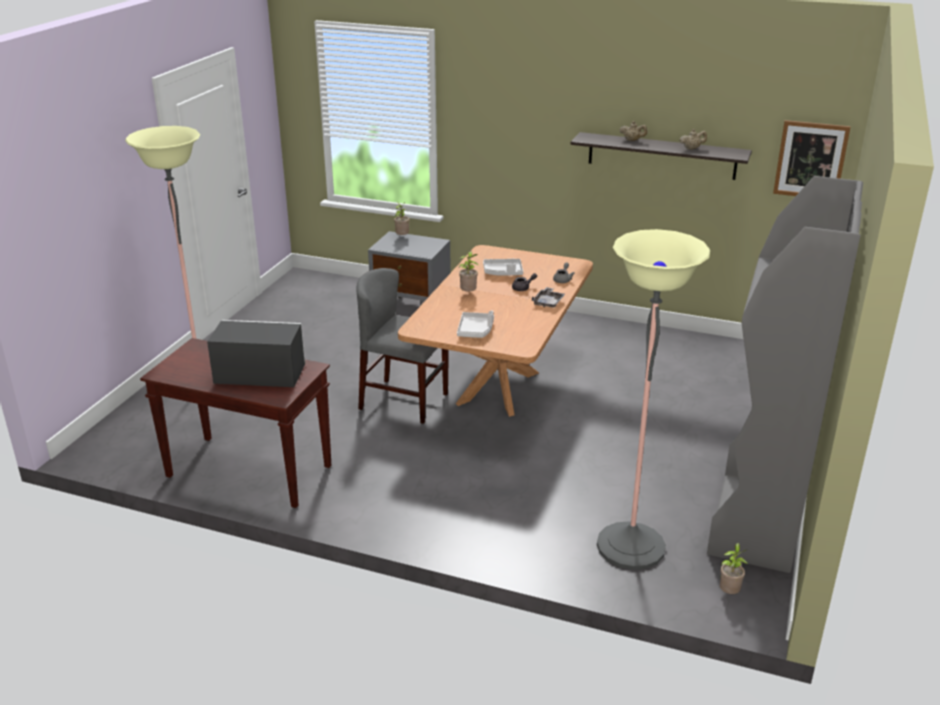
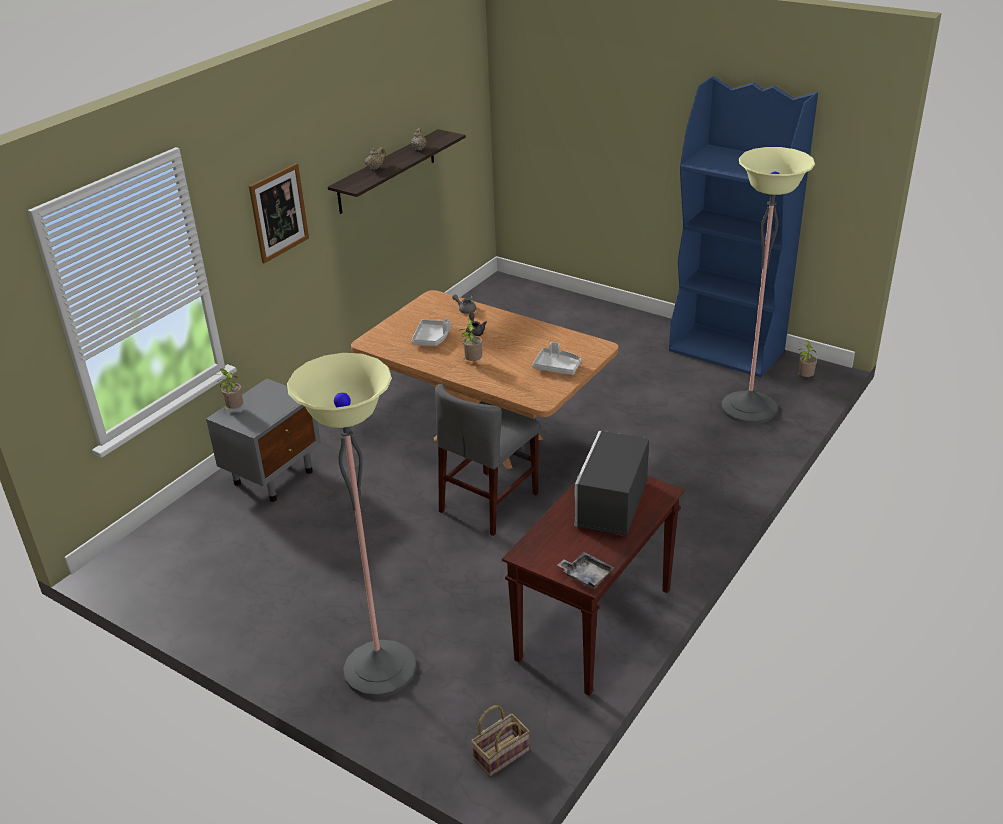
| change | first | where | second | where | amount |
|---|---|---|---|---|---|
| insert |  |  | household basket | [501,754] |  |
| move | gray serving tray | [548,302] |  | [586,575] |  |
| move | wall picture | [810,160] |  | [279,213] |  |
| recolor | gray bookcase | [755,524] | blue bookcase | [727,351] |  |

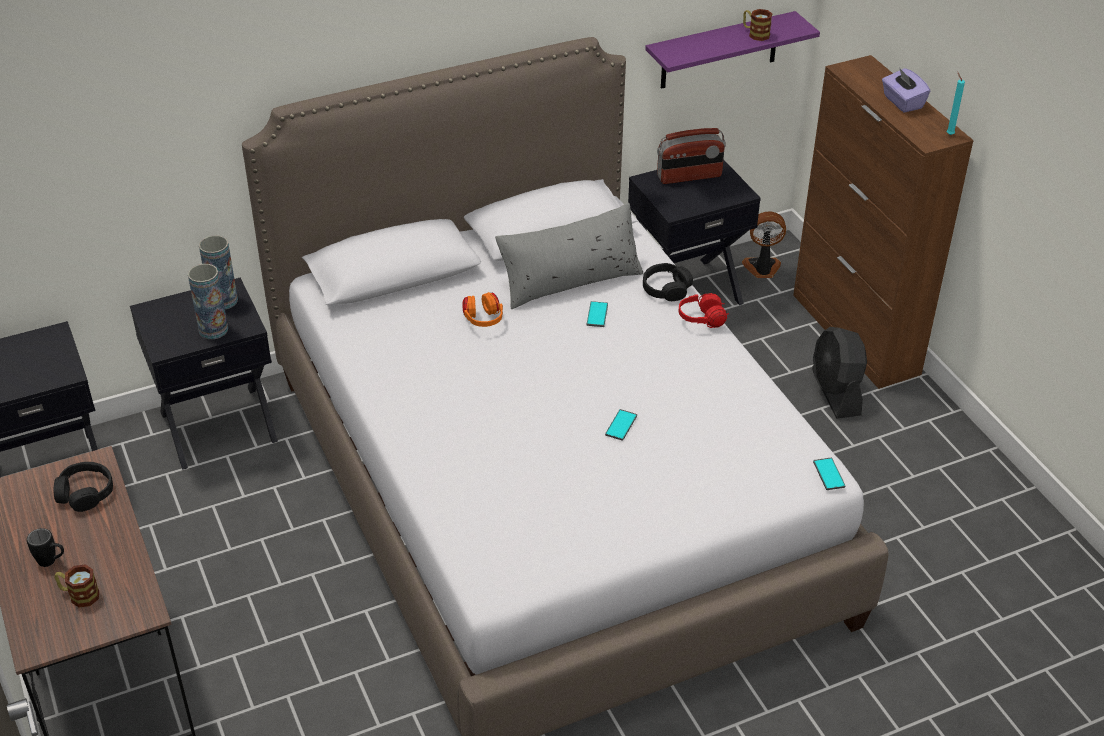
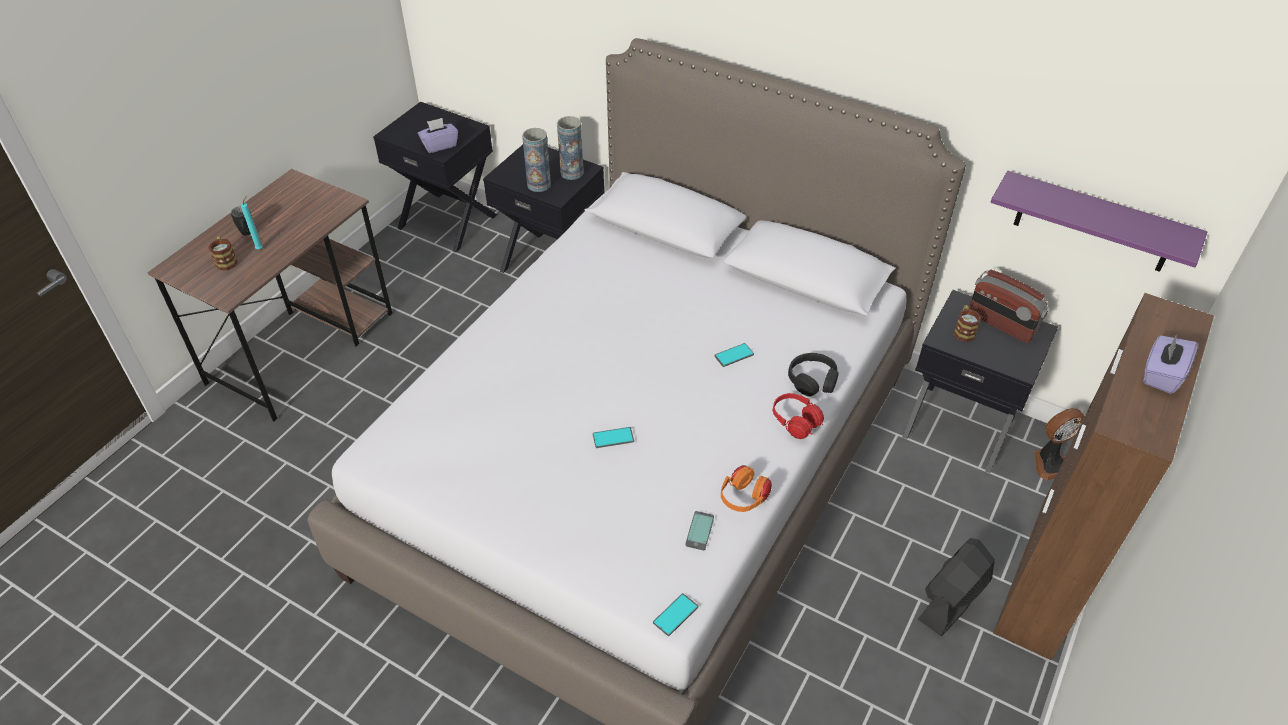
| change | first | where | second | where | amount |
|---|---|---|---|---|---|
| delete | black-coloured headset | [85,493] |  |  |  |
| delete | gray pillow | [570,281] |  |  |  |
| insert |  |  | purplish tissue box | [439,145] |  |
| insert |  |  | phone | [700,531] |  |
| move | orangey headset | [483,321] |  | [744,498] |  |
| move | tea mug | [755,34] |  | [963,330] |  |
| move | turquoise-coloured candle | [949,134] |  | [260,248] |  |
| rotate | cooling fan | [762,269] |  | [1050,462] | 105 degrees clockwise |

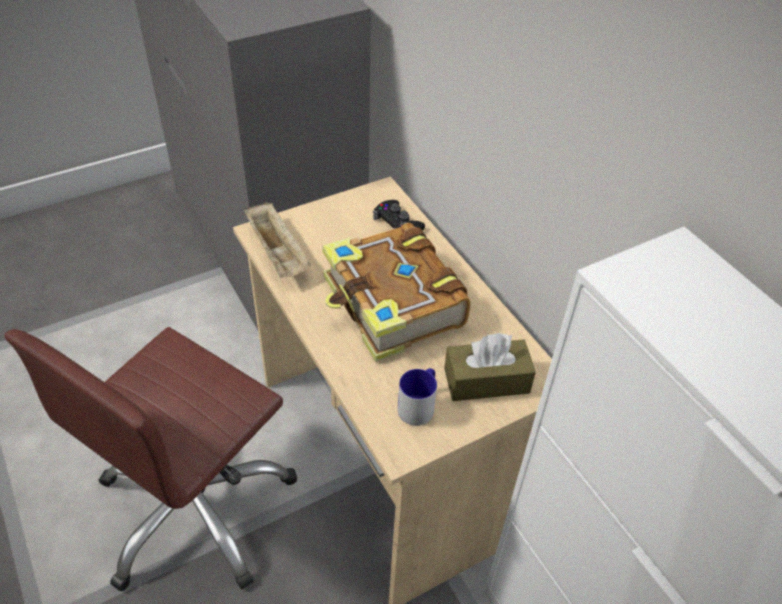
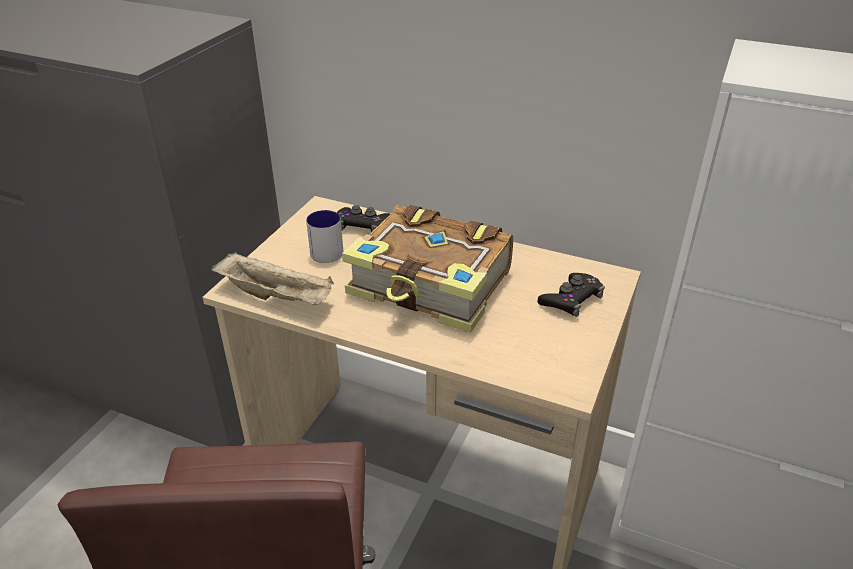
| change | first | where | second | where | amount |
|---|---|---|---|---|---|
| move | tea mug | [419,405] |  | [326,249] |  |
| replace | brown tissue box | [486,380] | black-coloured gamepad | [571,299] |  |

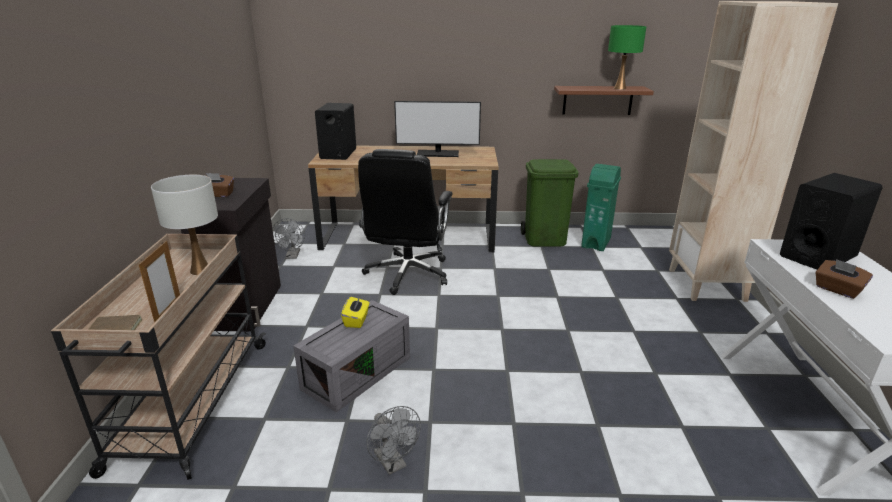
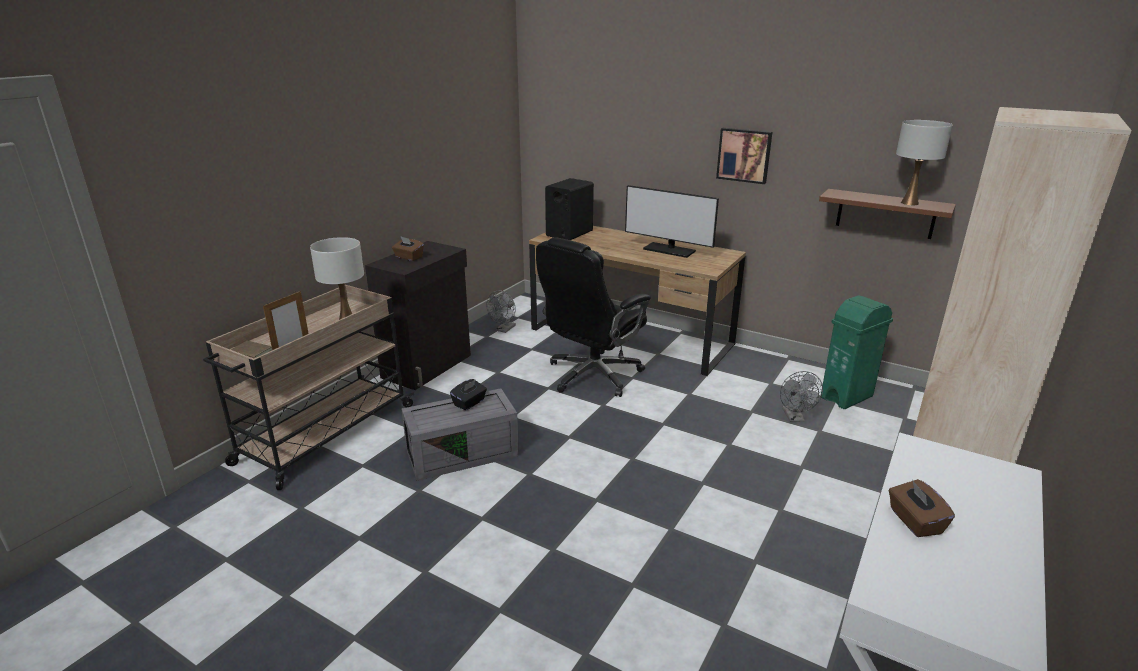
| change | first | where | second | where | amount |
|---|---|---|---|---|---|
| delete | green trash can | [545,239] |  |  |  |
| delete | black-coloured speaker | [817,256] |  |  |  |
| insert |  |  | wall picture | [744,155] |  |
| move | gray cooling fan | [393,464] |  | [795,418] |  |
| recolor | yellow-coloured tissue box | [356,320] | black-coloured tissue box | [469,403] |  |
| recolor | green tabletop lamp | [620,88] | white-coloured tabletop lamp | [909,203] |  |

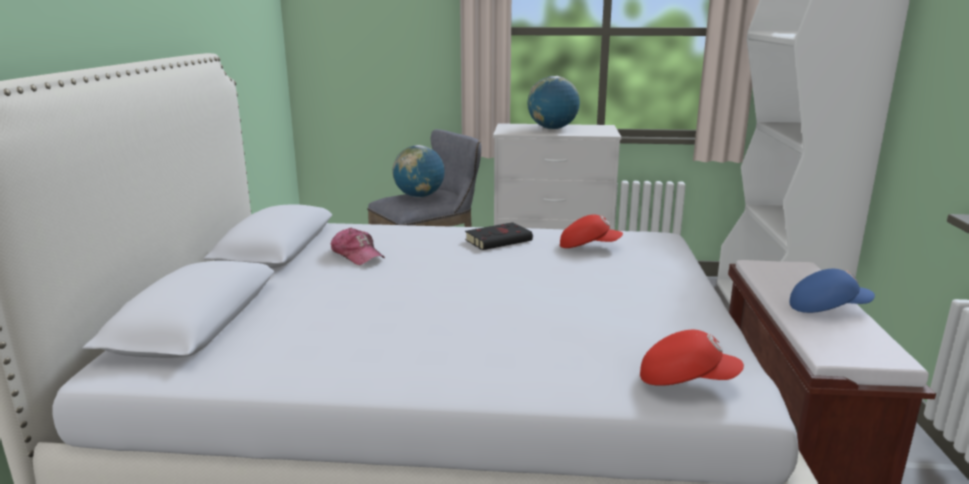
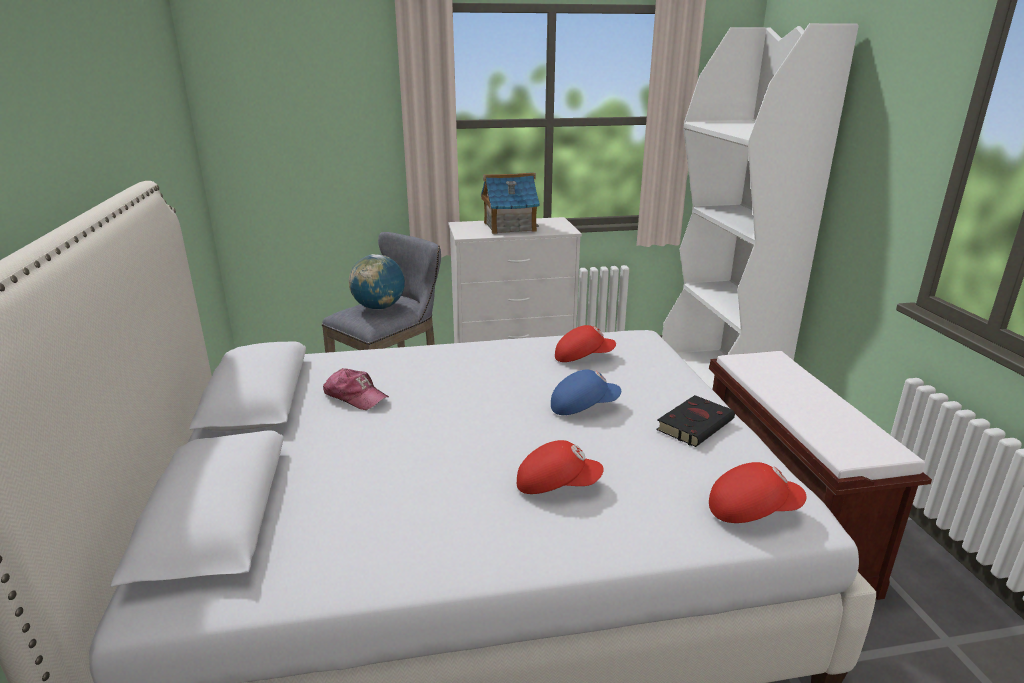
| change | first | where | second | where | amount |
|---|---|---|---|---|---|
| insert |  |  | red cap | [556,484] |  |
| move | black-coloured book | [500,240] |  | [696,424] |  |
| move | blue cap | [827,308] |  | [583,406] |  |
| replace | world globe | [552,129] | toy house | [509,227] |  |

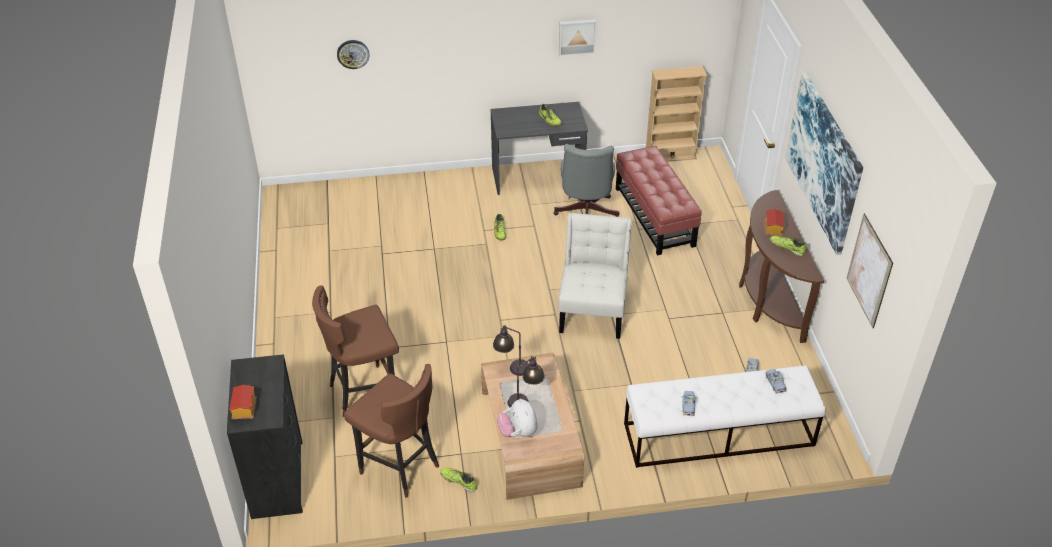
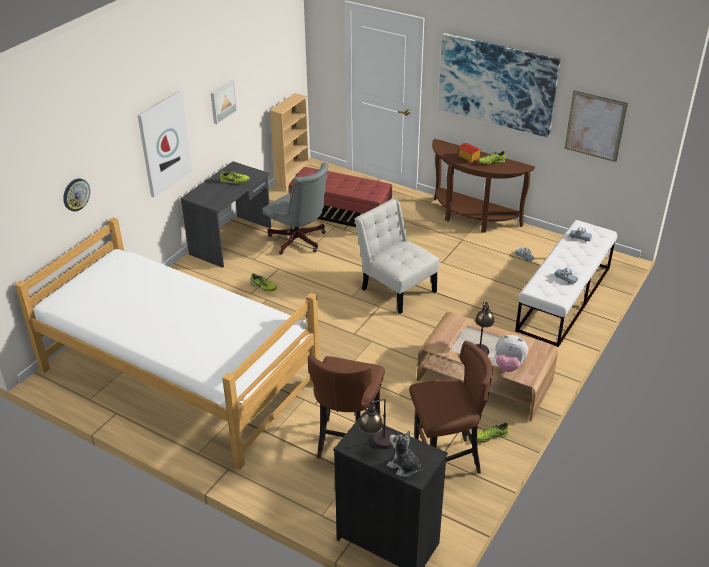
| change | first | where | second | where | amount |
|---|---|---|---|---|---|
| insert |  |  | bedroom bed | [179,375] |  |
| insert |  |  | wall picture | [164,143] |  |
| move | tabletop lamp | [511,367] |  | [377,445] |  |
| replace | toy house | [244,409] | soft toy | [404,466] |  |

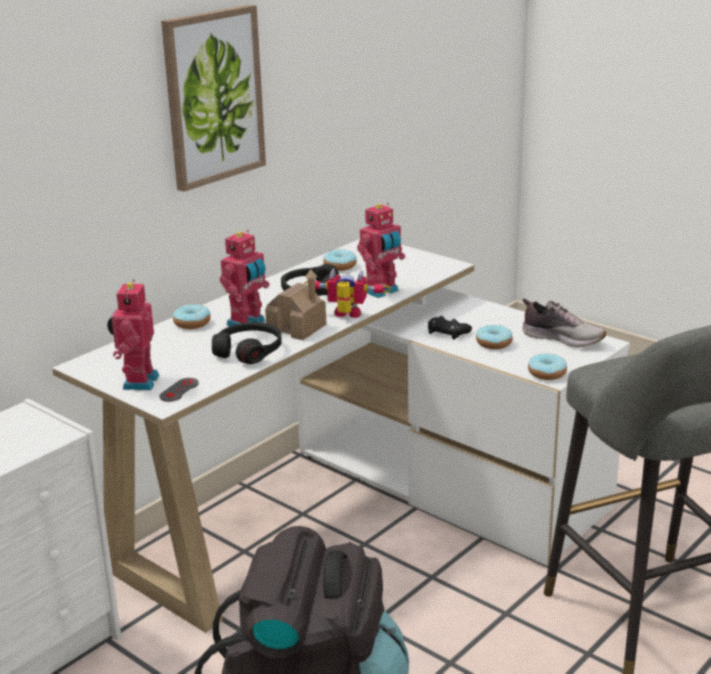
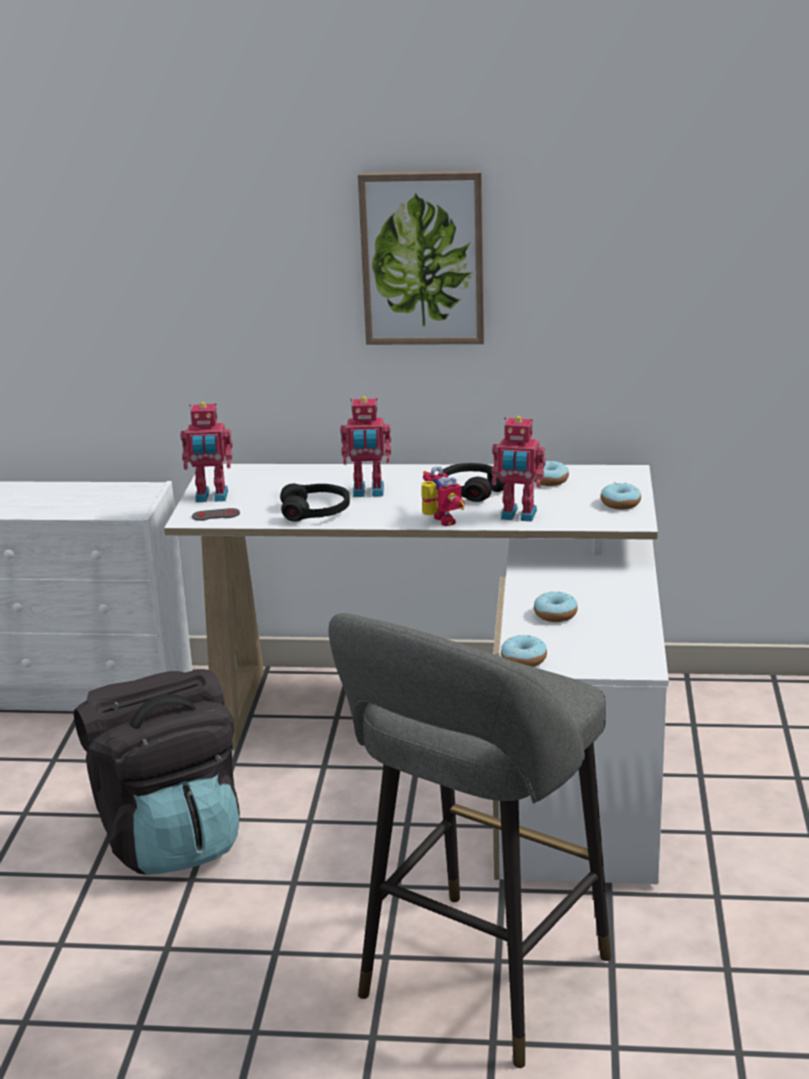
| change | first | where | second | where | amount |
|---|---|---|---|---|---|
| delete | toy house | [297,328] |  |  |  |
| delete | black-coloured gamepad | [448,332] |  |  |  |
| delete | shoe | [562,338] |  |  |  |
| move | doughnut | [192,323] |  | [620,503] |  |
| rotate | toy robot | [138,382] |  | [211,497] | 150 degrees counterclockwise |

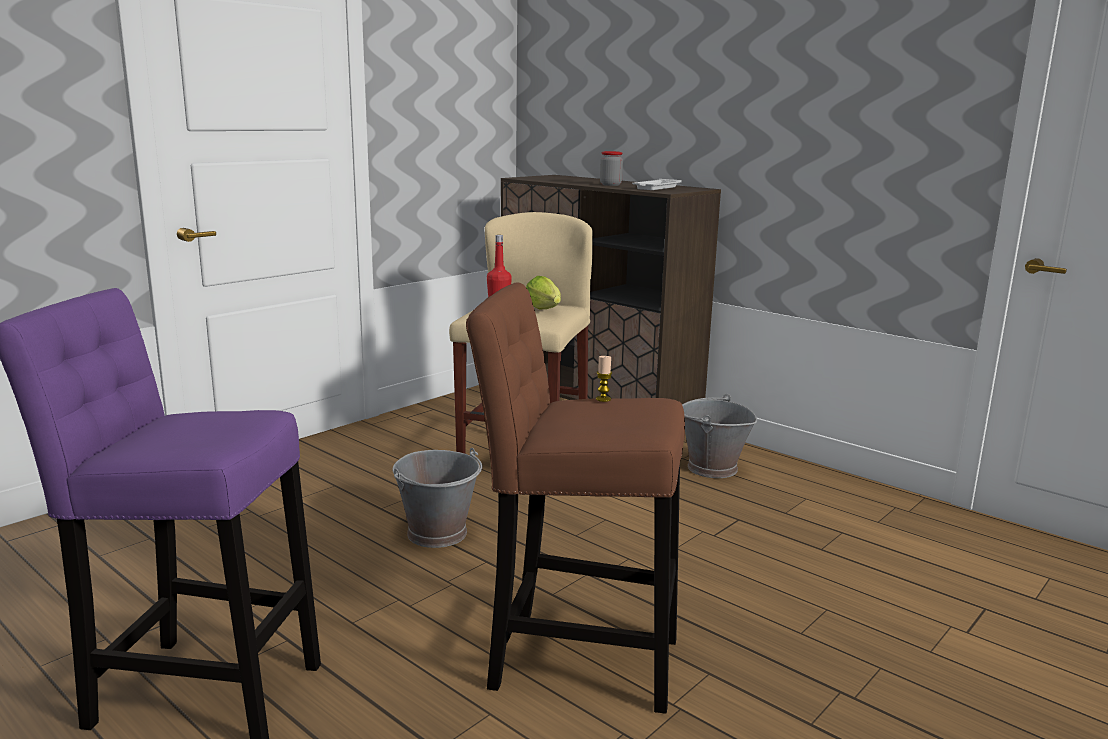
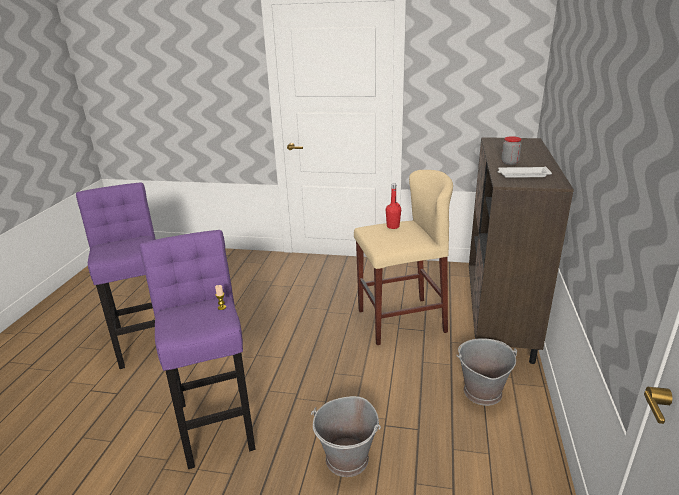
| change | first | where | second | where | amount |
|---|---|---|---|---|---|
| delete | head of lettuce | [545,310] |  |  |  |
| move | gray pail | [438,533] |  | [347,459] |  |
| recolor | brown sitting stool | [574,659] | purplish sitting stool | [216,420] |  |

